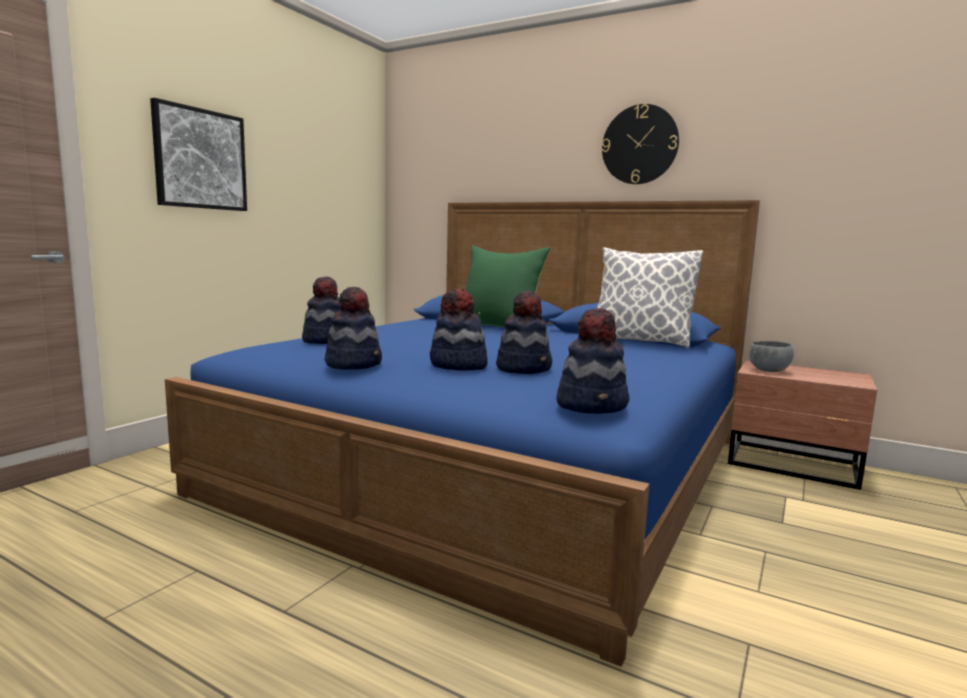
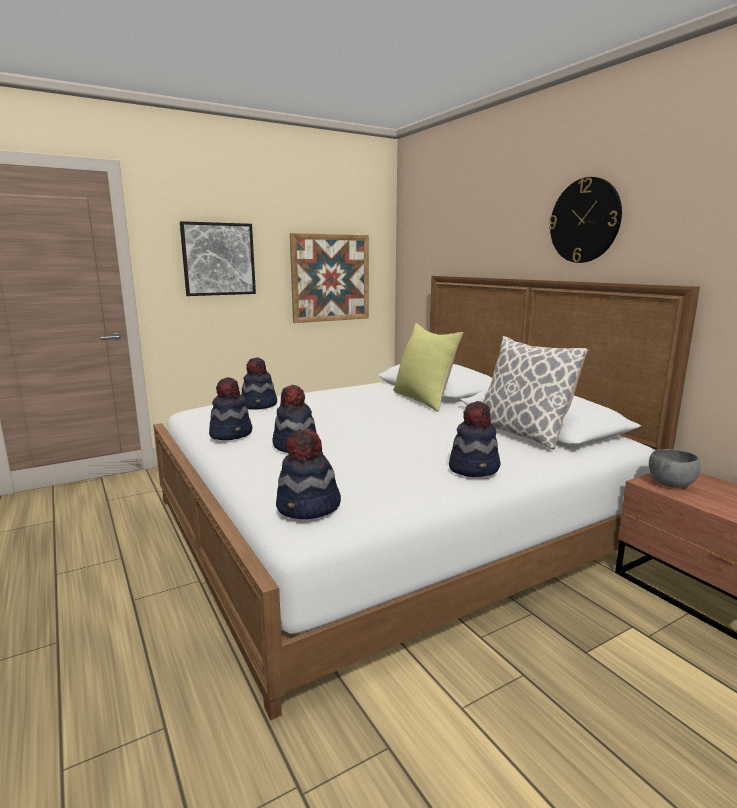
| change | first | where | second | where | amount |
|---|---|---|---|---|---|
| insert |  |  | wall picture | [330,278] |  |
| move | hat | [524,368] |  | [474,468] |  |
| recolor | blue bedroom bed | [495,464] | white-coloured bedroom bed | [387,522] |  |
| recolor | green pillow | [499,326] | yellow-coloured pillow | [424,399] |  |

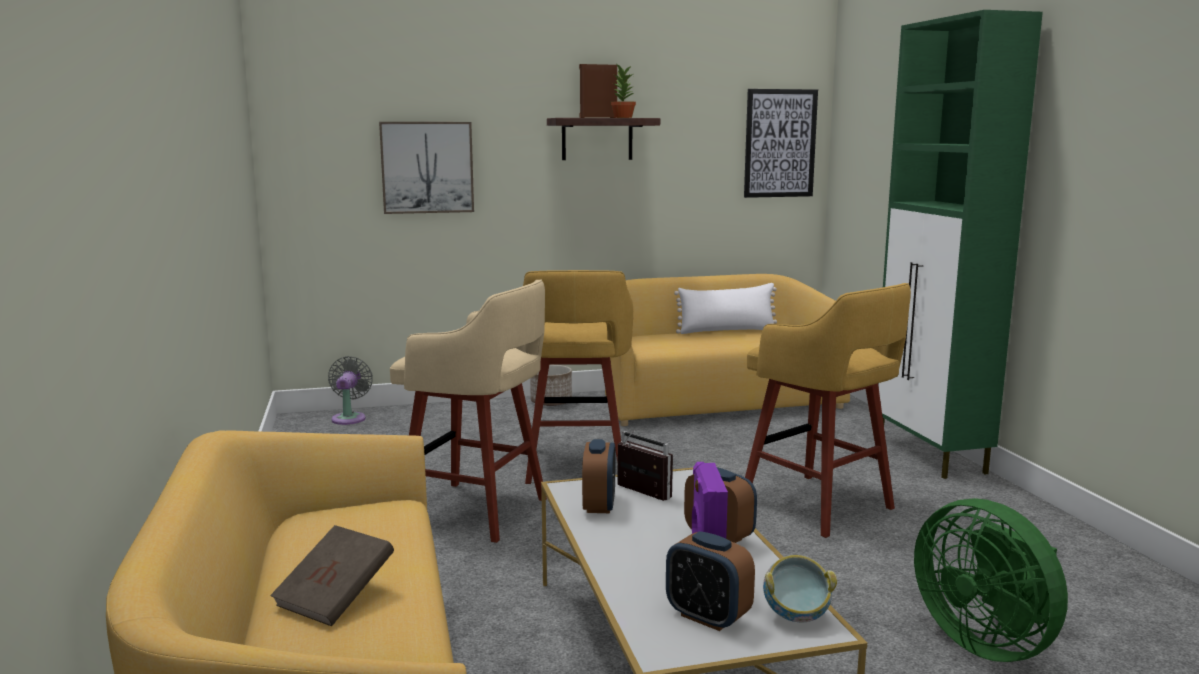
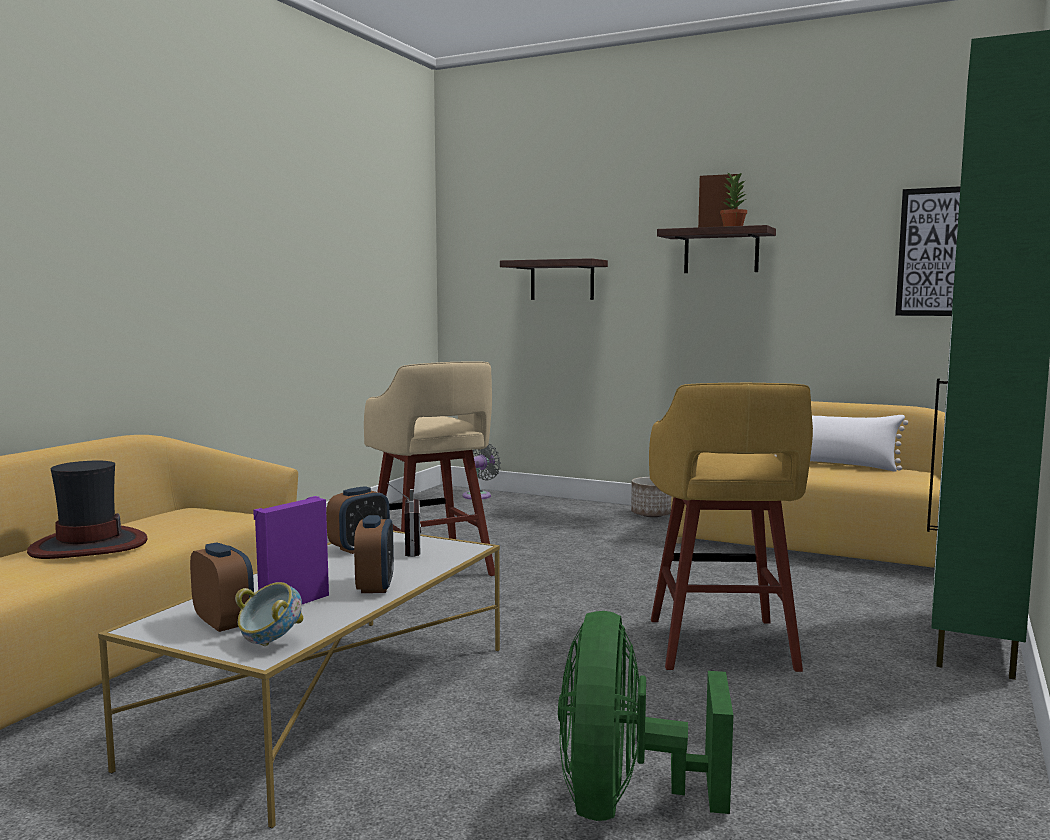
| change | first | where | second | where | amount |
|---|---|---|---|---|---|
| delete | yellow-coloured sitting stool | [575,467] |  |  |  |
| replace | brown book | [336,598] | hat | [88,546] |  |
| replace | wall picture | [427,167] | bracket shelf | [562,280] |  |
| rotate | table clock | [707,617] |  | [224,622] | 150 degrees clockwise |

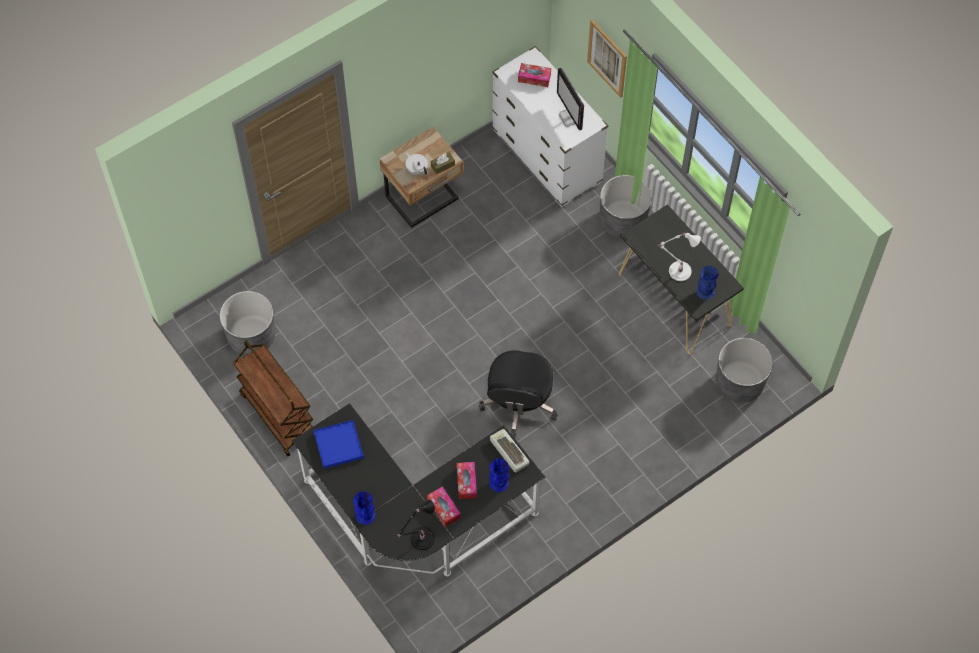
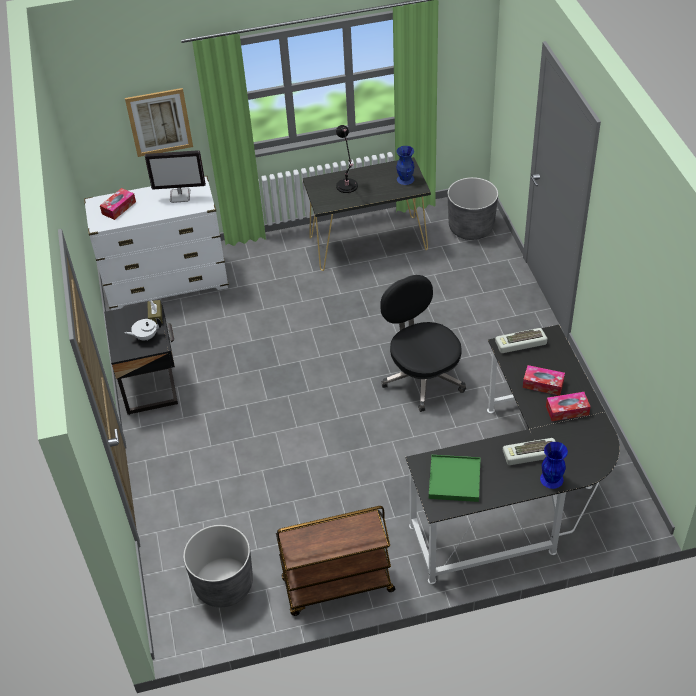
| change | first | where | second | where | amount |
|---|---|---|---|---|---|
| delete | blue vase | [499,483] |  |  |  |
| delete | gray plant pot | [623,221] |  |  |  |
| delete | white-coloured tabletop lamp | [678,271] |  |  |  |
| insert |  |  | computer keyboard | [530,455] |  |
| move | black-coloured tabletop lamp | [420,539] |  | [347,187] |  |
| recolor | blue serving tray | [338,445] | green serving tray | [454,480] |  |
| recolor | beige-coloured bedside table | [423,199] | black-coloured bedside table | [151,385] |  |
| rotate | black-coloured desk chair | [518,404] |  | [422,377] | 150 degrees counterclockwise |

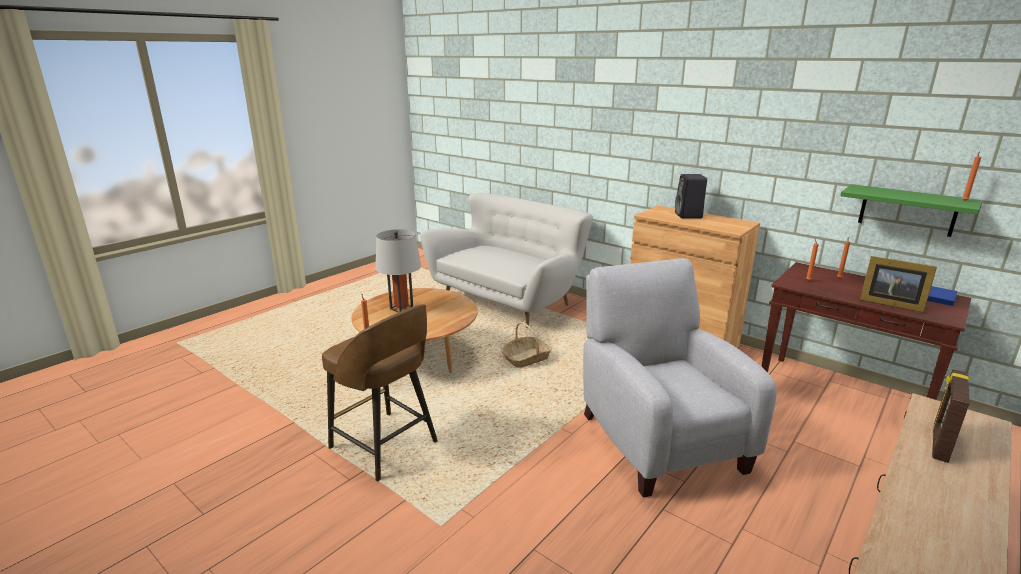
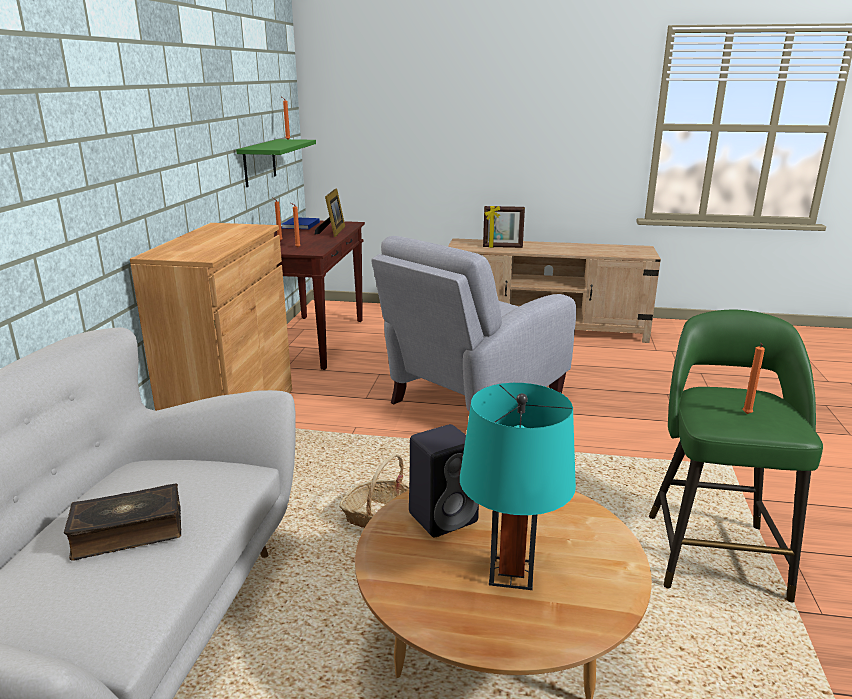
| change | first | where | second | where | amount |
|---|---|---|---|---|---|
| insert |  |  | book | [128,532] |  |
| move | black-coloured speaker | [689,216] |  | [444,516] |  |
| recolor | brown sitting stool | [386,446] | green sitting stool | [713,552] |  |
| recolor | gray tabletop lamp | [401,308] | turquoise-coloured tabletop lamp | [511,573] |  |

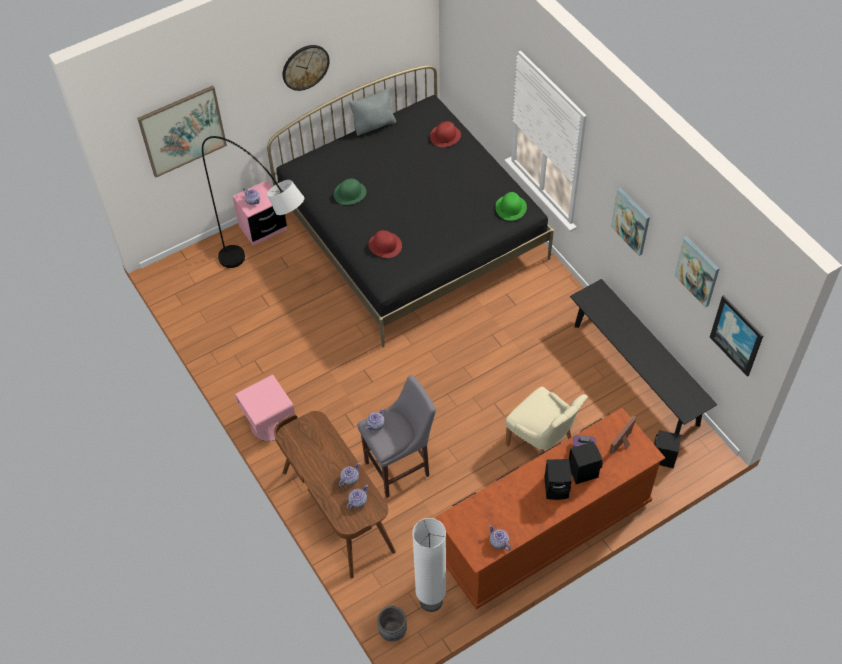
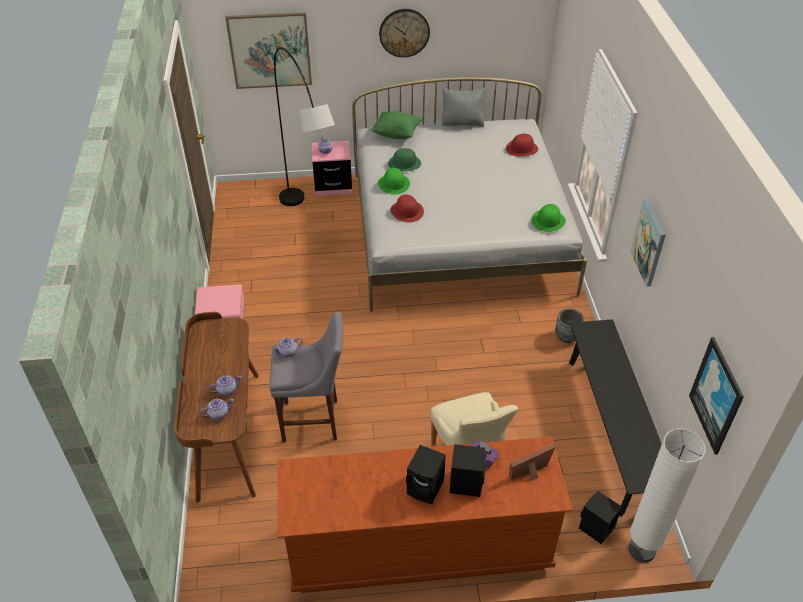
| change | first | where | second | where | amount |
|---|---|---|---|---|---|
| delete | pot for tea | [499,542] |  |  |  |
| delete | wall picture | [698,271] |  |  |  |
| insert |  |  | green pillow | [397,134] |  |
| insert |  |  | green hat | [393,184] |  |
| move | gray plant pot | [392,630] |  | [567,336] |  |
| move | white-coloured floor lamp | [431,601] |  | [642,550] |  |
| recolor | black-coloured bedroom bed | [411,233] | white-coloured bedroom bed | [458,231] |  |

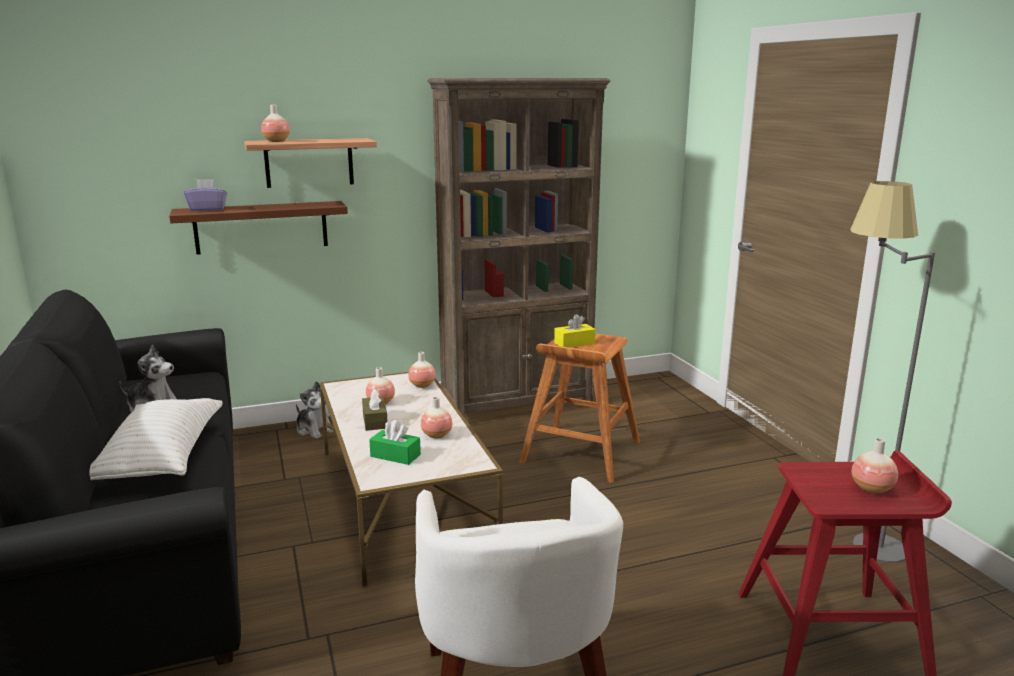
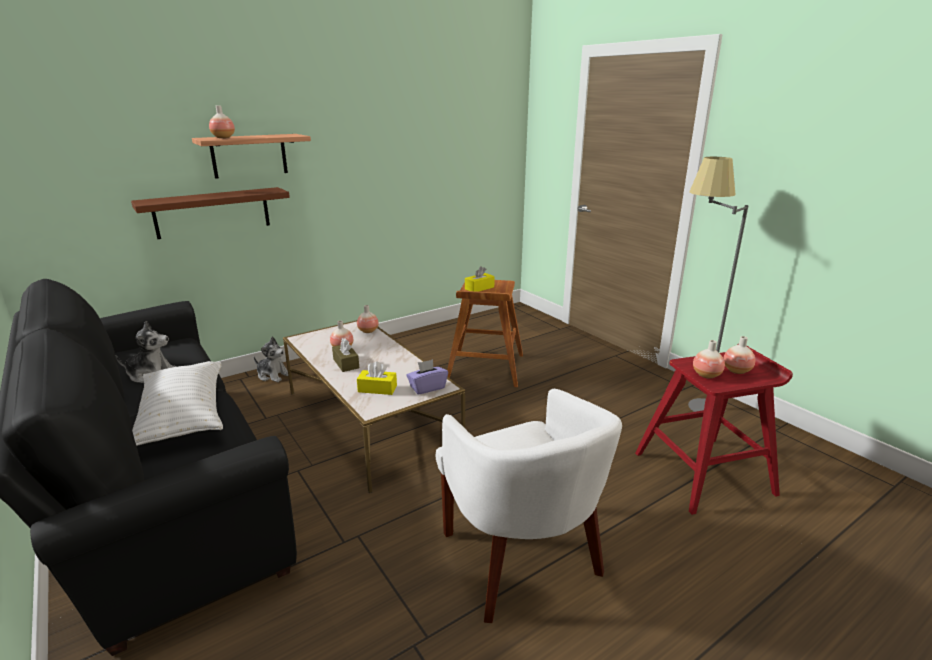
| change | first | where | second | where | amount |
|---|---|---|---|---|---|
| delete | brown bookcase | [517,405] |  |  |  |
| move | purplish tissue box | [207,209] |  | [427,387] |  |
| move | vase | [436,435] |  | [706,375] |  |
| recolor | green tissue box | [395,455] | yellow-coloured tissue box | [377,389] |  |

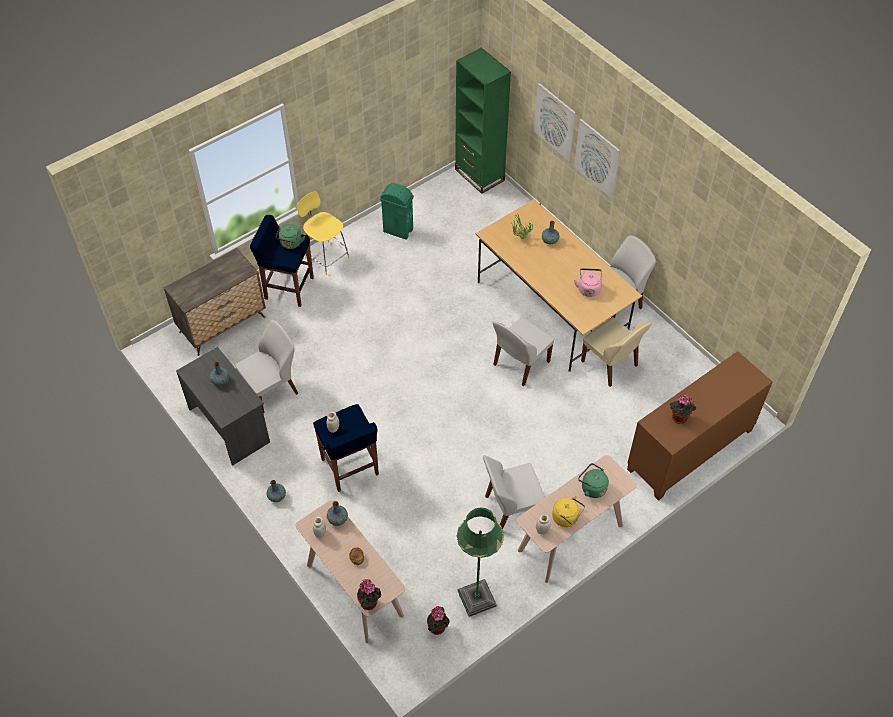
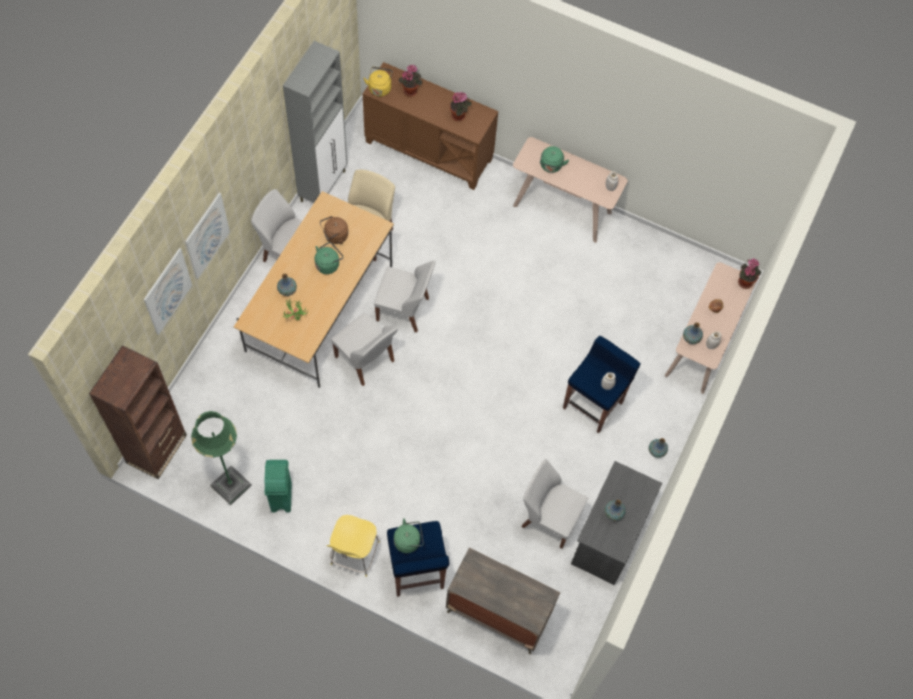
| change | first | where | second | where | amount |
|---|---|---|---|---|---|
| insert |  |  | gray storage cabinet | [323,186] |  |
| insert |  |  | green tea kettle | [328,264] |  |
| move | plant in a pot | [438,628] |  | [410,90] |  |
| move | green floor lamp | [477,598] |  | [231,485] |  |
| move | white-coloured upright chair | [511,508] |  | [365,360] |  |
| move | yellow-coloured tea kettle | [566,518] |  | [380,87] |  |
| recolor | green bookcase | [479,175] | brown bookcase | [157,449] |  |
| recolor | pinkish tea kettle | [588,288] | brown tea kettle | [335,236] |  |

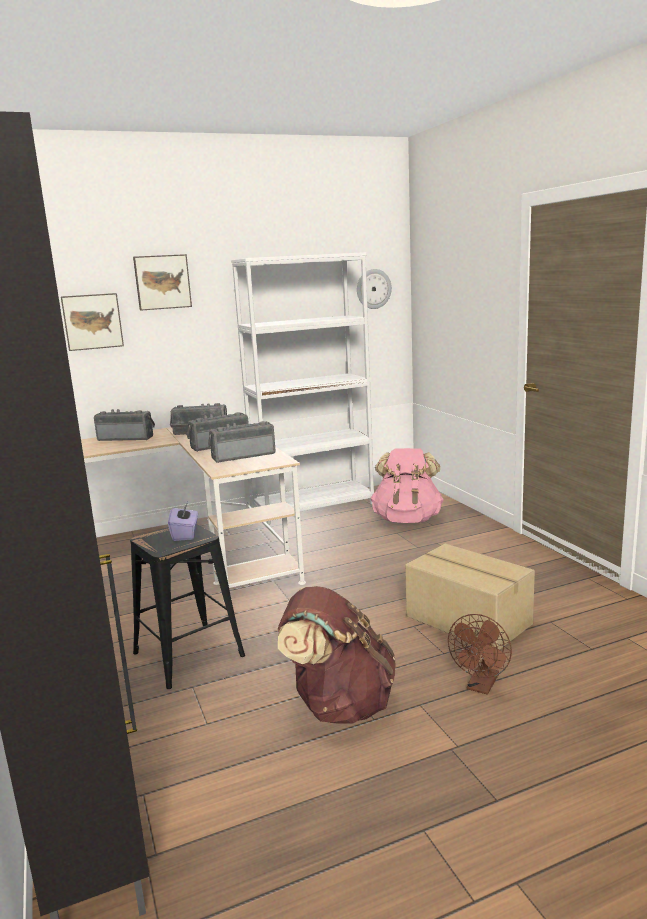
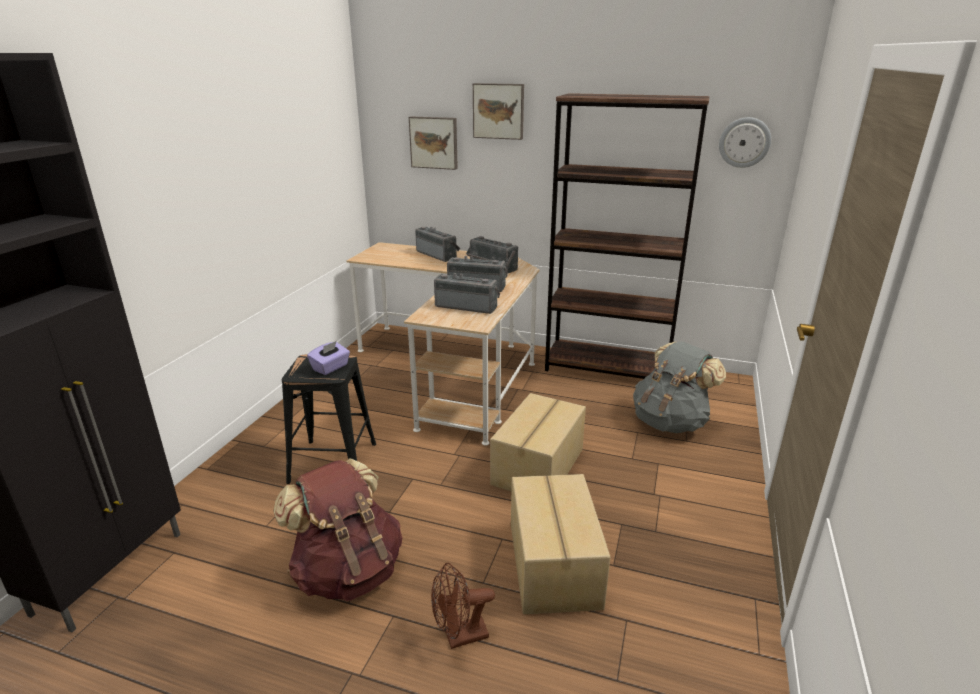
| change | first | where | second | where | amount |
|---|---|---|---|---|---|
| insert |  |  | packing box | [539,467] |  |
| recolor | white-coloured bookcase | [314,507] | brown bookcase | [608,368] |  |
| recolor | pinkish knapsack | [407,519] | gray knapsack | [670,422] |  |

